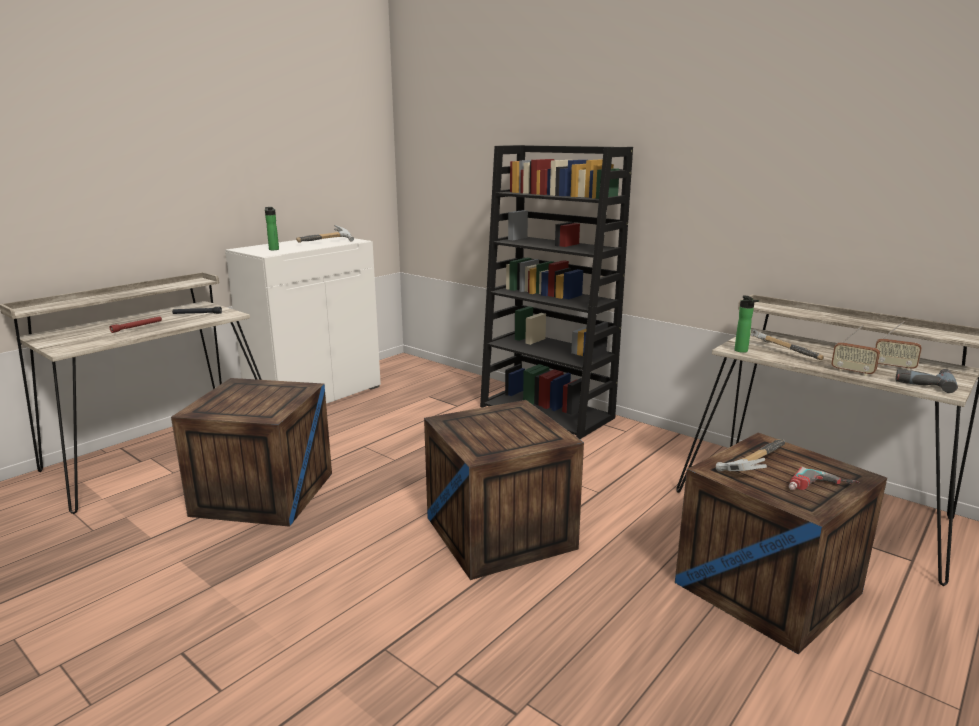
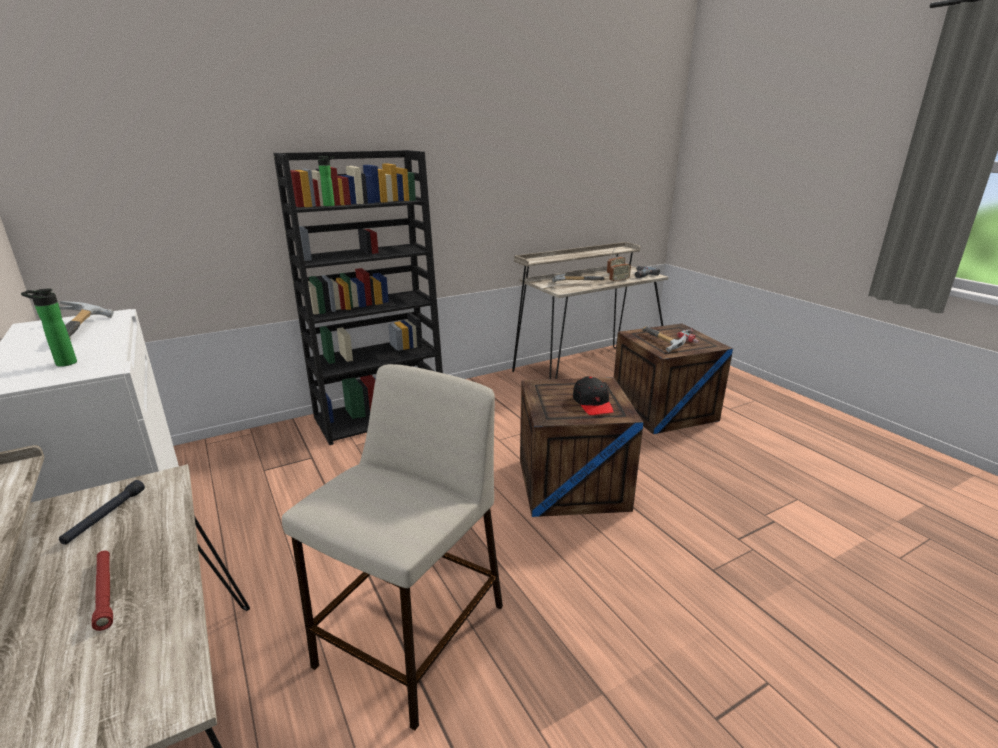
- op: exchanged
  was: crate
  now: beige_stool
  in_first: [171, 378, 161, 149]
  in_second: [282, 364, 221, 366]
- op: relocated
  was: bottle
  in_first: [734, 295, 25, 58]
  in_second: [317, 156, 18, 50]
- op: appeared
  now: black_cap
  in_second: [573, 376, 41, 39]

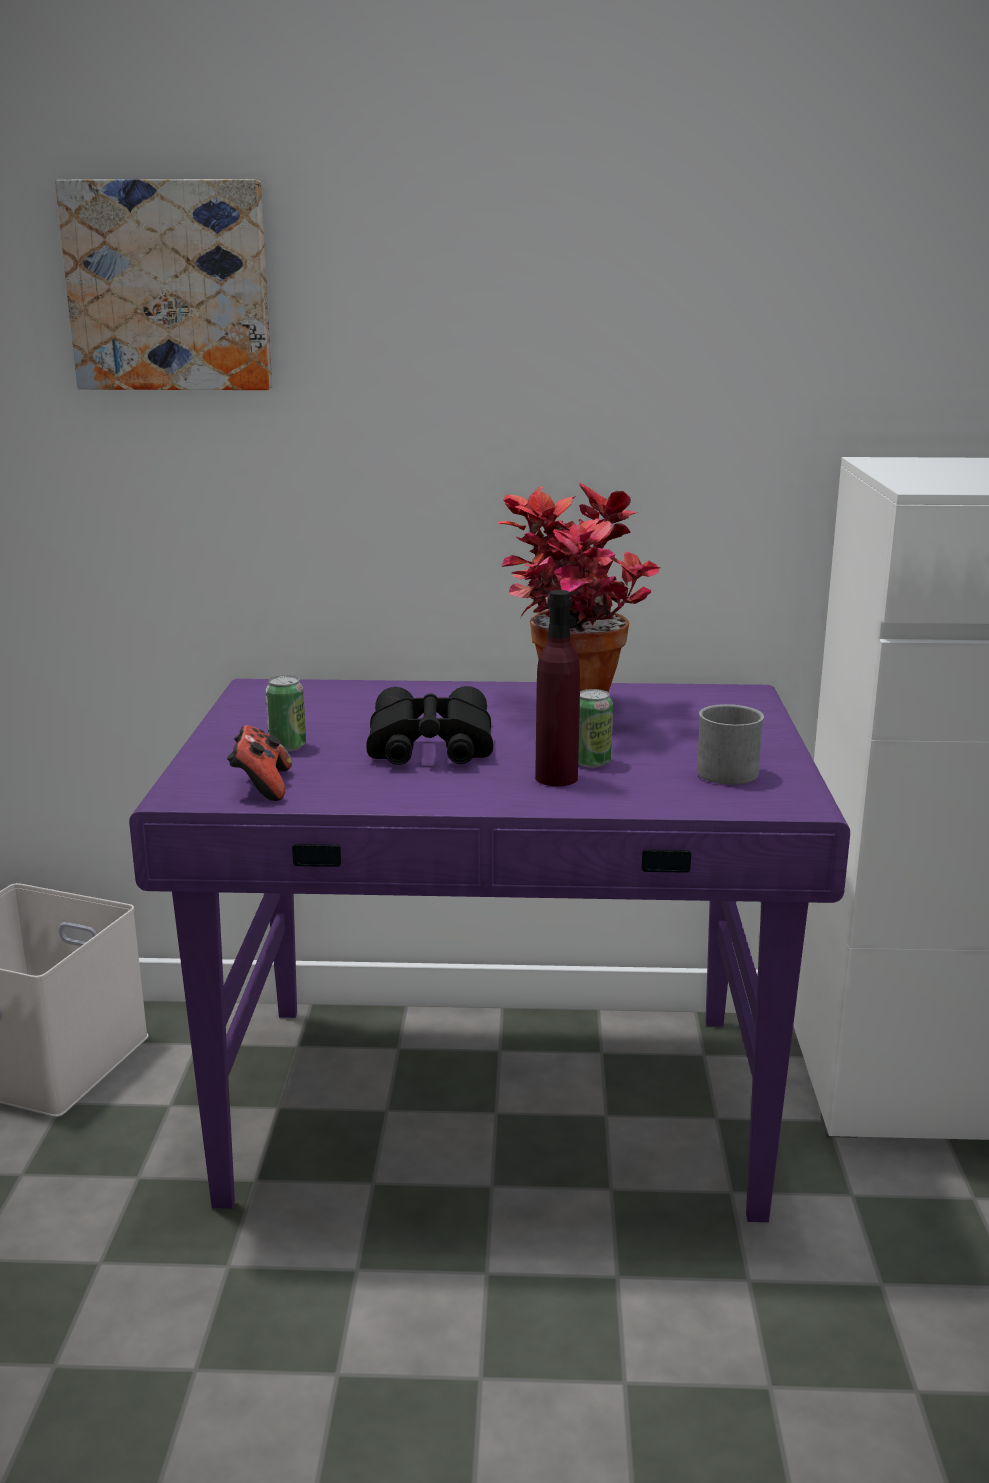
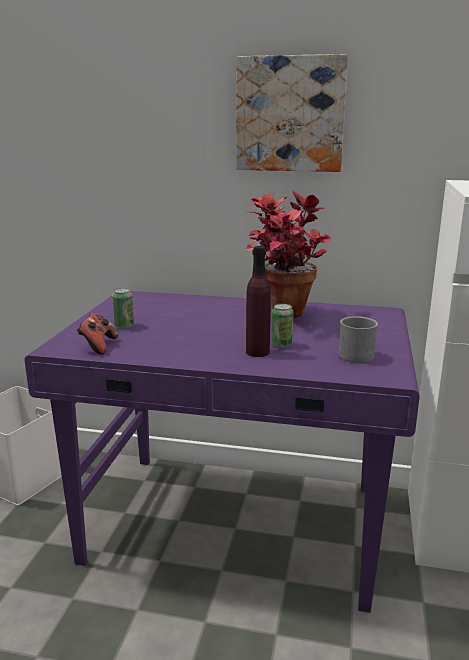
- op: relocated
  was: picture
  in_first: [55, 179, 218, 211]
  in_second: [236, 54, 112, 118]
- op: missing
  was: black_binoculars
  in_first: [366, 686, 127, 79]

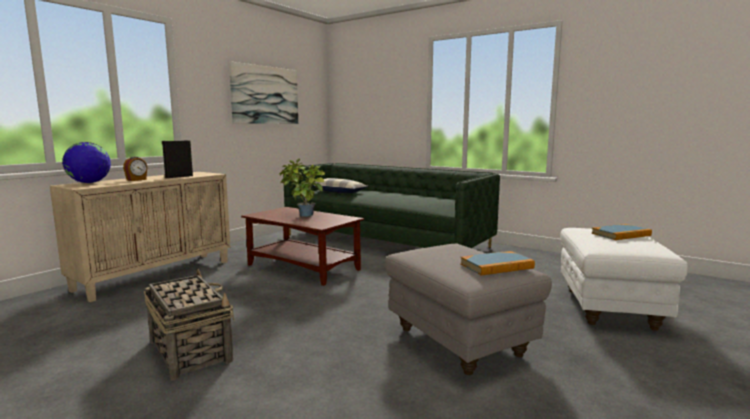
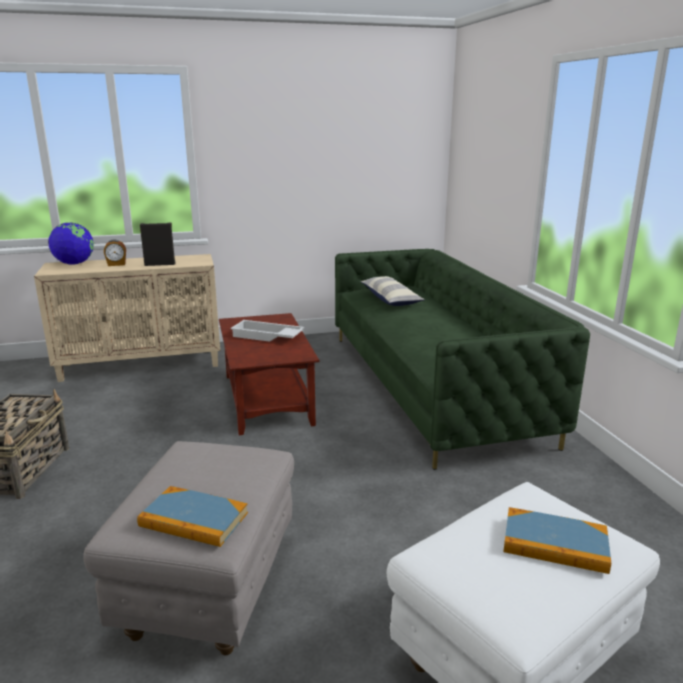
- op: exchanged
  was: potted_plant
  now: white_tray
  in_first: [280, 159, 45, 58]
  in_second: [230, 320, 75, 22]
- op: missing
  was: picture
  in_first: [229, 62, 69, 62]

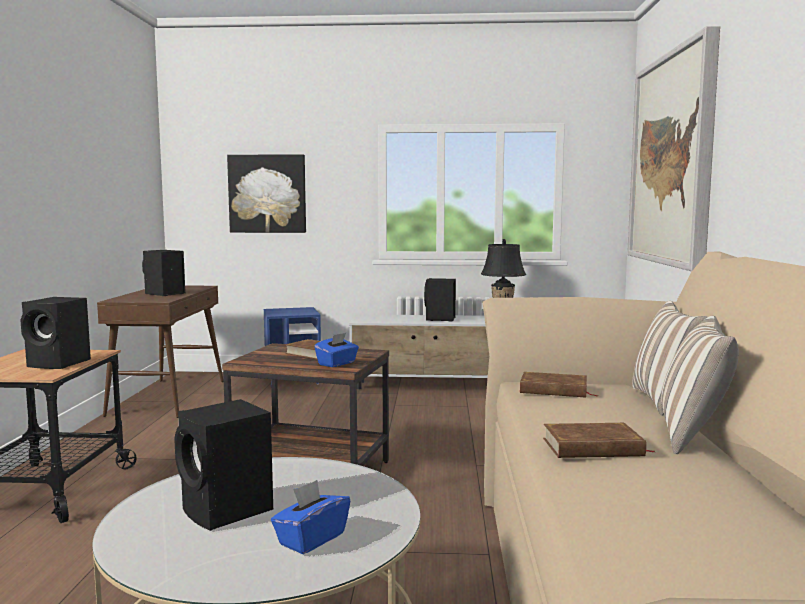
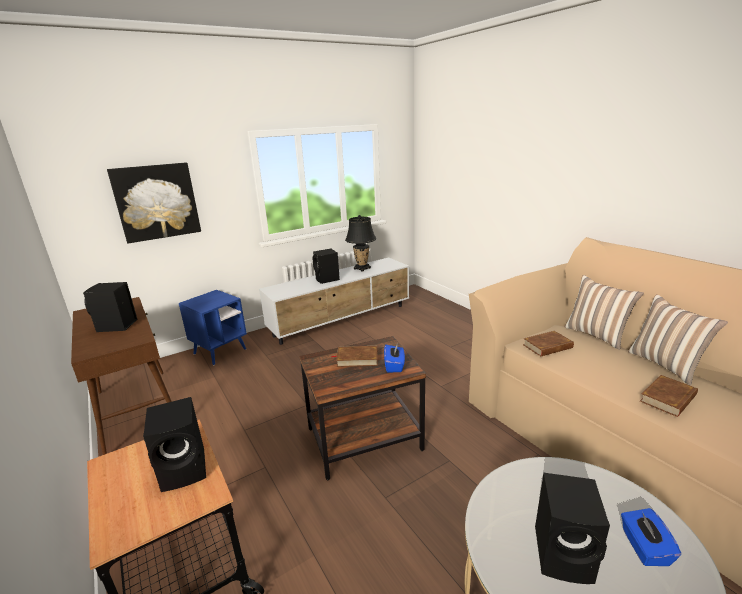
- op: missing
  was: picture
  in_first: [627, 26, 93, 245]

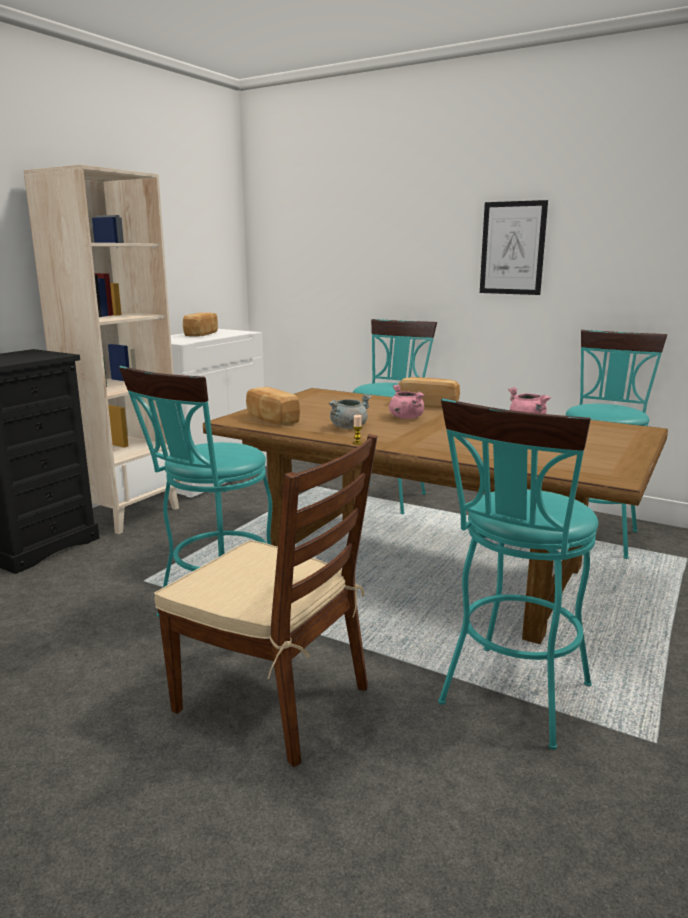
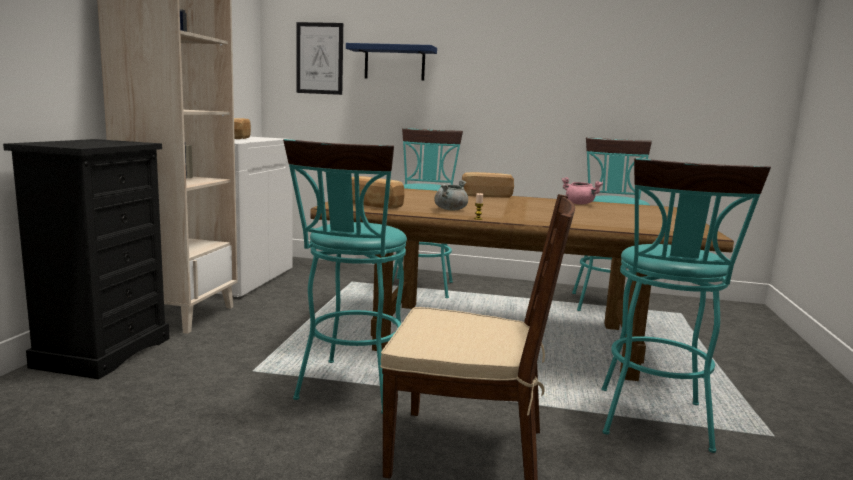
- op: relocated
  was: picture
  in_first: [480, 200, 68, 95]
  in_second: [297, 22, 46, 73]
- op: appeared
  now: blue_shelf
  in_second: [346, 43, 91, 38]
- op: missing
  was: pink_cooking_pot
  in_first: [389, 385, 36, 34]

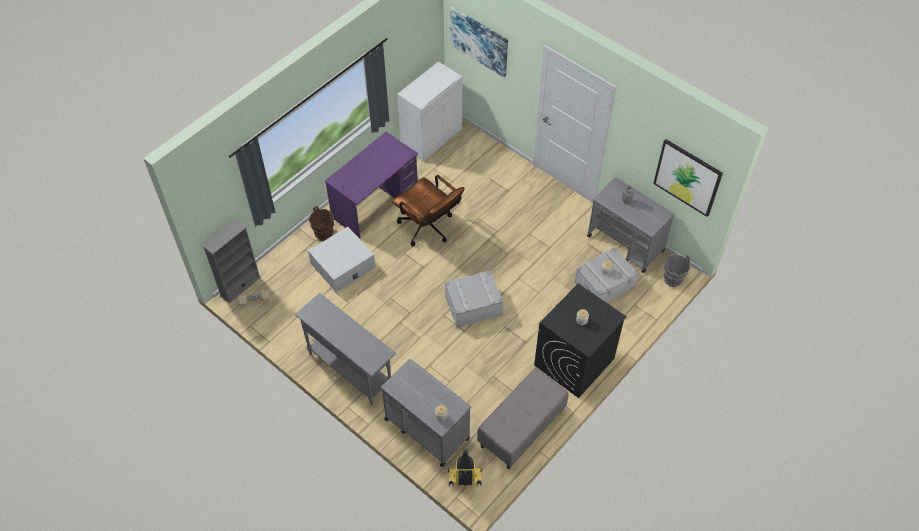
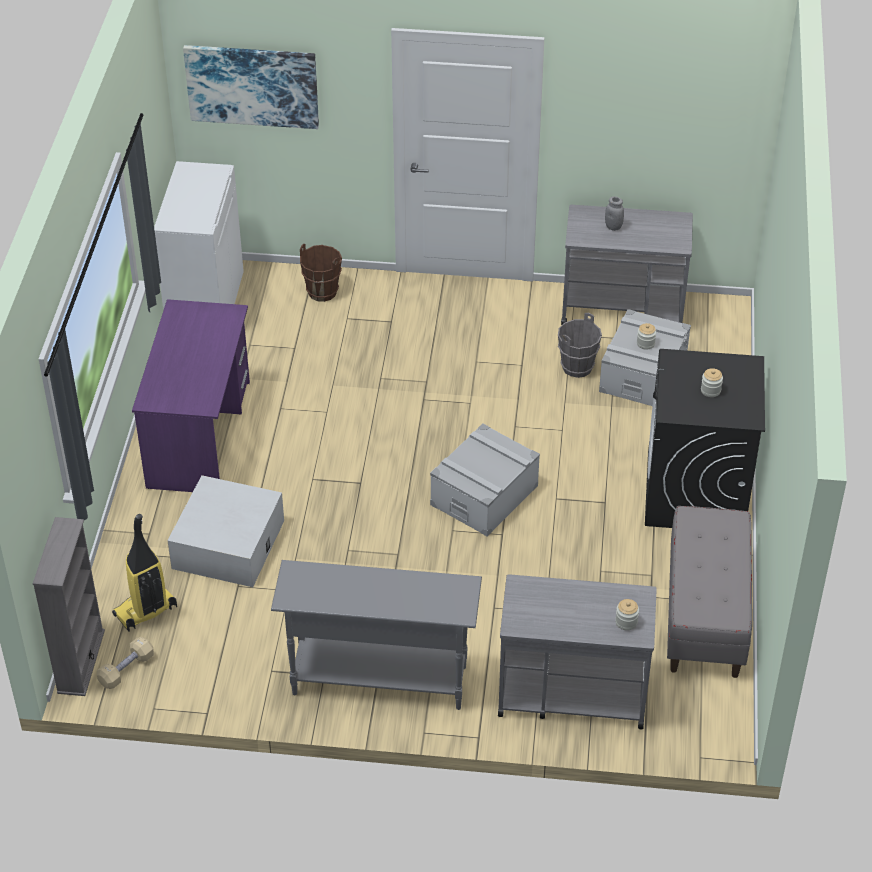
- op: relocated
  was: vacuum_cleaner
  in_first: [448, 449, 34, 38]
  in_second: [112, 514, 65, 118]
- op: relocated
  was: brown_bucket
  in_first: [309, 206, 25, 35]
  in_second: [300, 244, 42, 58]
- op: relocated
  was: grey_bucket
  in_first: [664, 255, 27, 32]
  in_second: [558, 313, 44, 65]
- op: missing
  was: brown_office_chair
  in_first: [392, 175, 73, 71]
- op: missing
  was: picture
  in_first: [653, 139, 70, 78]

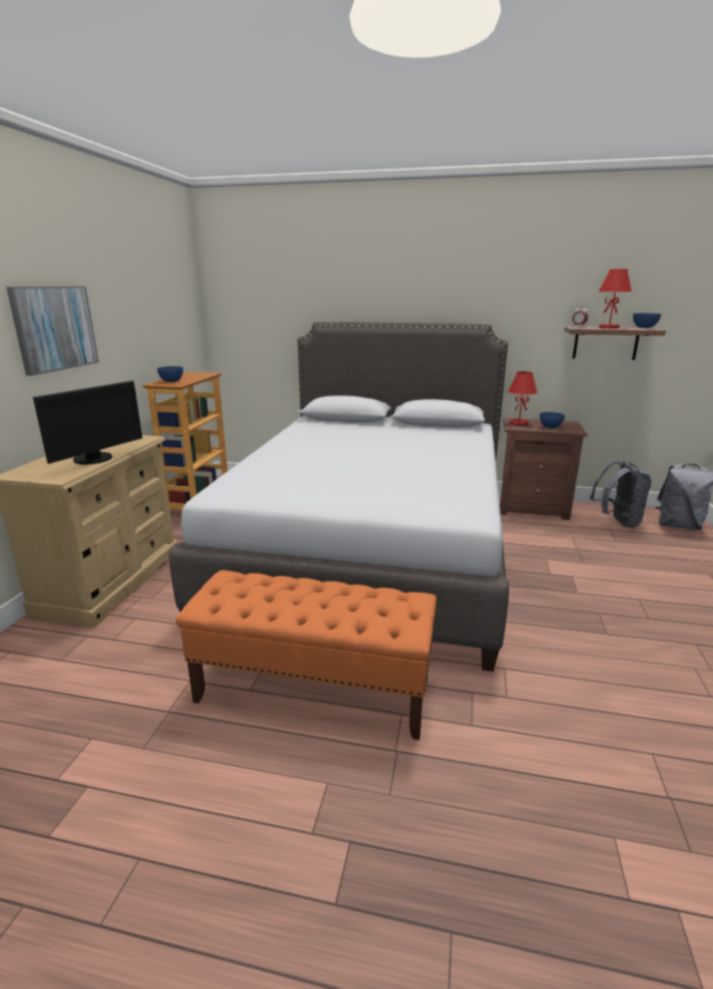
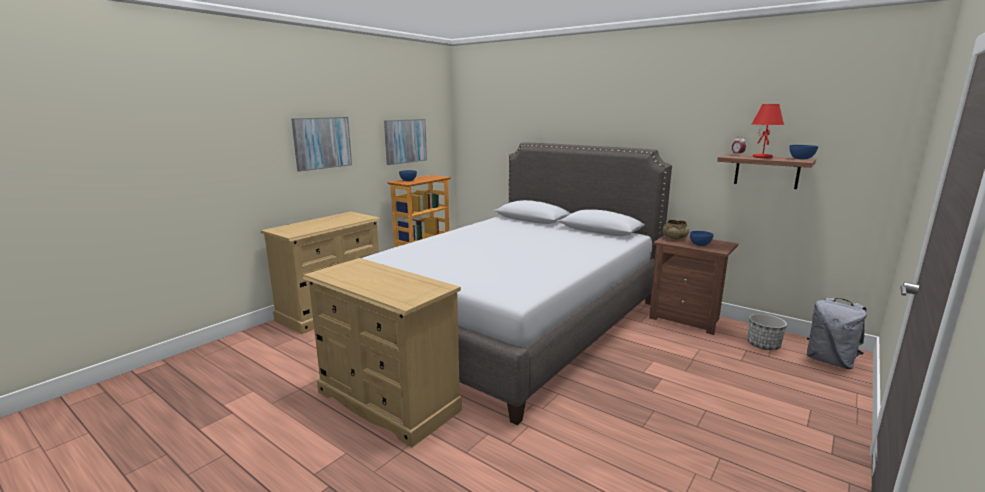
- op: exchanged
  was: orange_bench
  now: beige_dresser
  in_first: [176, 570, 261, 170]
  in_second: [303, 258, 159, 189]
- op: appeared
  now: picture
  in_second: [384, 119, 43, 46]
- op: exchanged
  was: red_table_lamp
  now: beige_bowl
  in_first: [508, 371, 30, 54]
  in_second: [663, 220, 26, 20]
- op: exchanged
  was: grey_backpack
  now: planter
  in_first: [590, 461, 61, 67]
  in_second: [747, 314, 40, 36]
- op: missing
  was: monitor
  in_first: [33, 380, 109, 85]

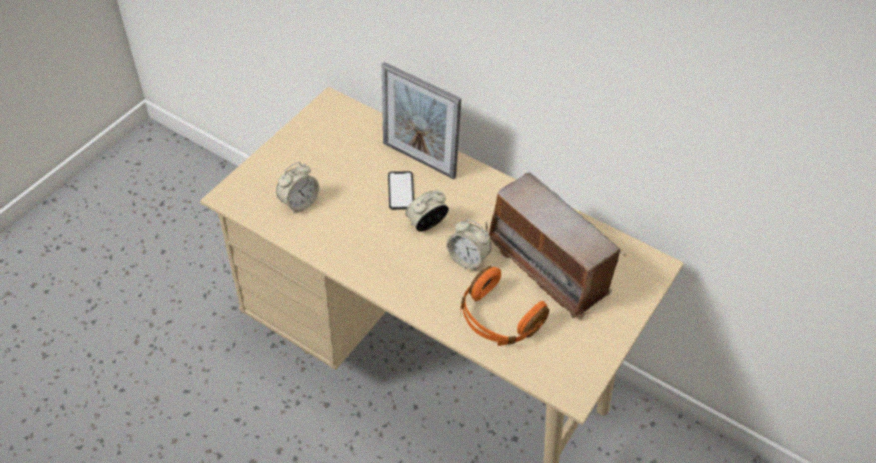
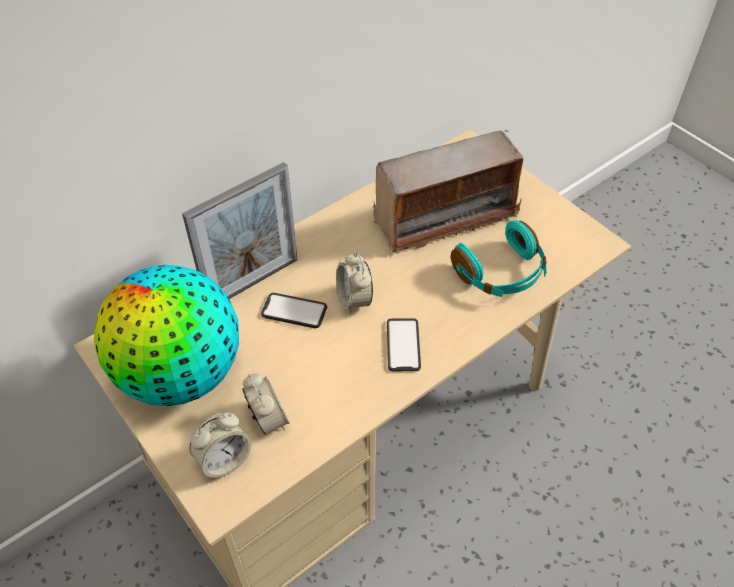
- op: appeared
  now: globe
  in_second: [94, 265, 145, 141]
- op: relocated
  was: alarm_clock
  in_first: [447, 219, 44, 51]
  in_second: [189, 412, 62, 67]
- op: appeared
  now: phone
  in_second: [387, 318, 34, 53]
- op: colour
  was: orange_headphones
  now: turquoise_headphones
  in_first: [460, 266, 89, 80]
  in_second: [451, 220, 96, 77]

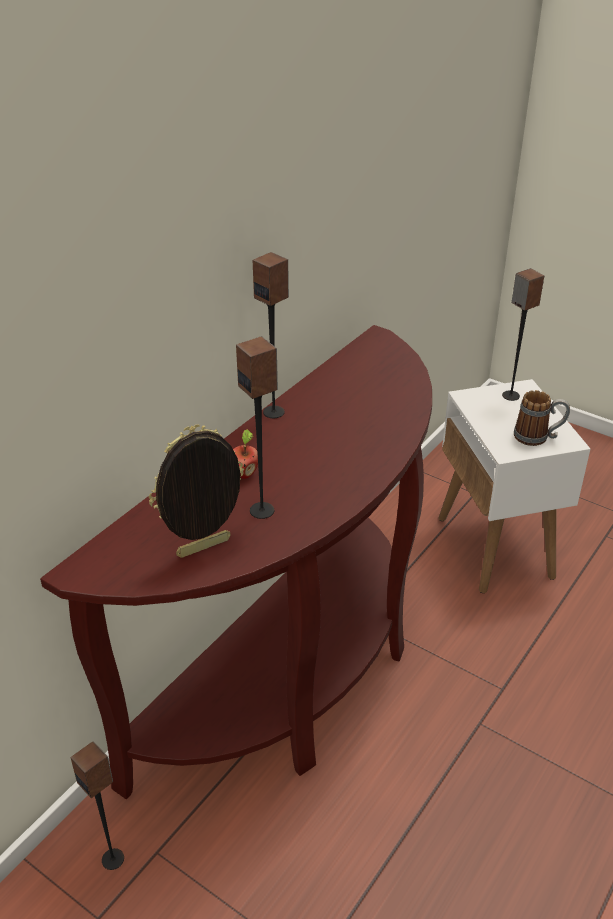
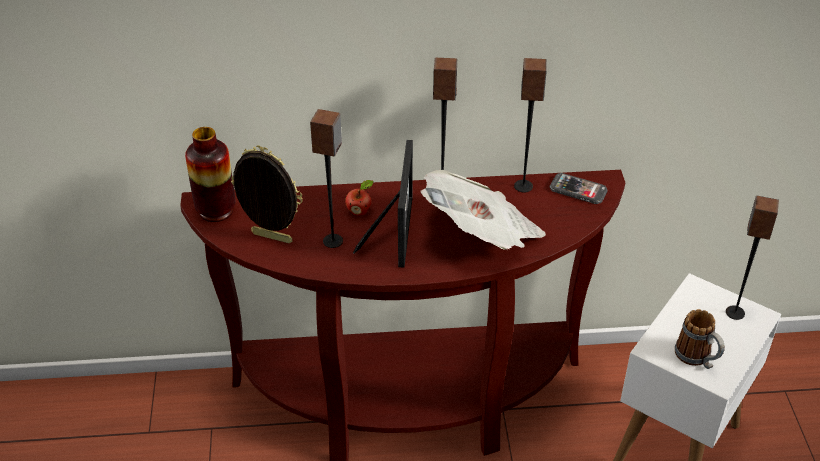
- op: appeared
  now: vase
  in_second: [185, 127, 50, 95]
- op: appeared
  now: picture_frame
  in_second: [353, 140, 60, 128]
- op: appeared
  now: newspaper
  in_second: [420, 170, 126, 80]
- op: relocated
  was: speaker
  in_first: [71, 741, 53, 129]
  in_second: [514, 58, 33, 135]
- op: appeared
  now: phone
  in_second: [550, 173, 58, 31]

